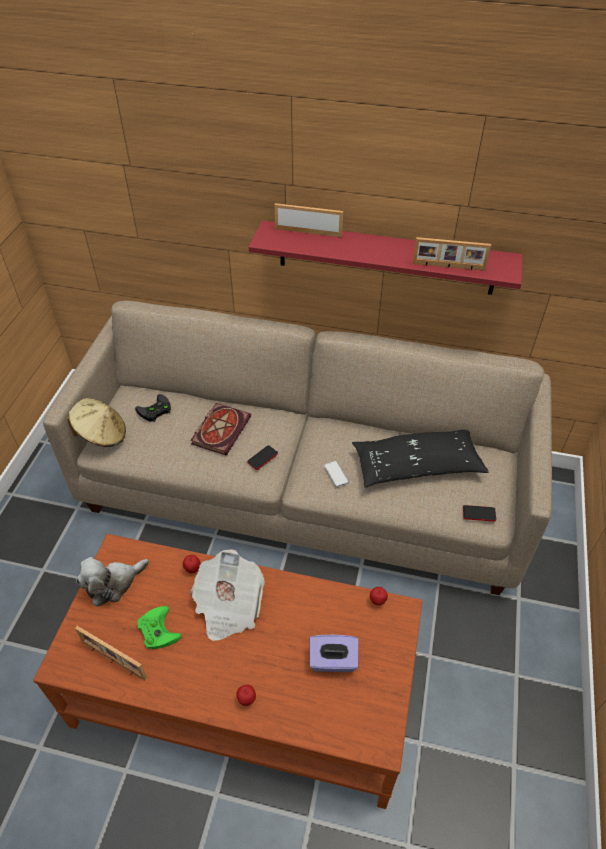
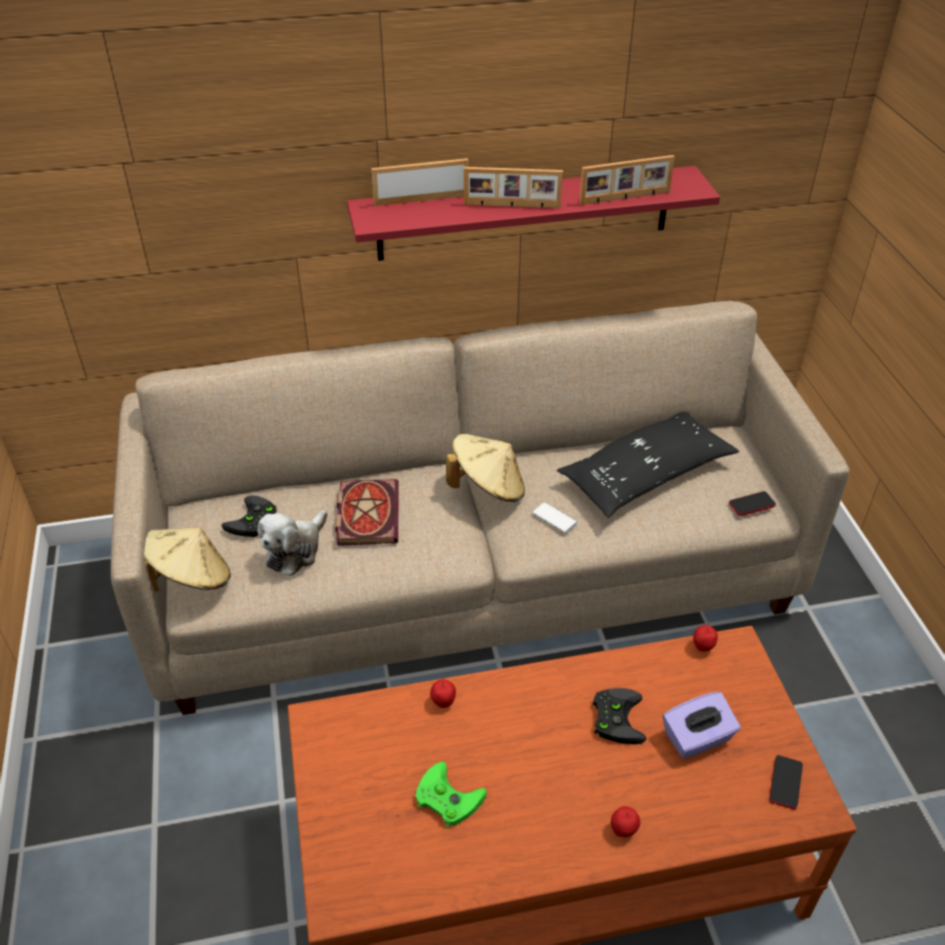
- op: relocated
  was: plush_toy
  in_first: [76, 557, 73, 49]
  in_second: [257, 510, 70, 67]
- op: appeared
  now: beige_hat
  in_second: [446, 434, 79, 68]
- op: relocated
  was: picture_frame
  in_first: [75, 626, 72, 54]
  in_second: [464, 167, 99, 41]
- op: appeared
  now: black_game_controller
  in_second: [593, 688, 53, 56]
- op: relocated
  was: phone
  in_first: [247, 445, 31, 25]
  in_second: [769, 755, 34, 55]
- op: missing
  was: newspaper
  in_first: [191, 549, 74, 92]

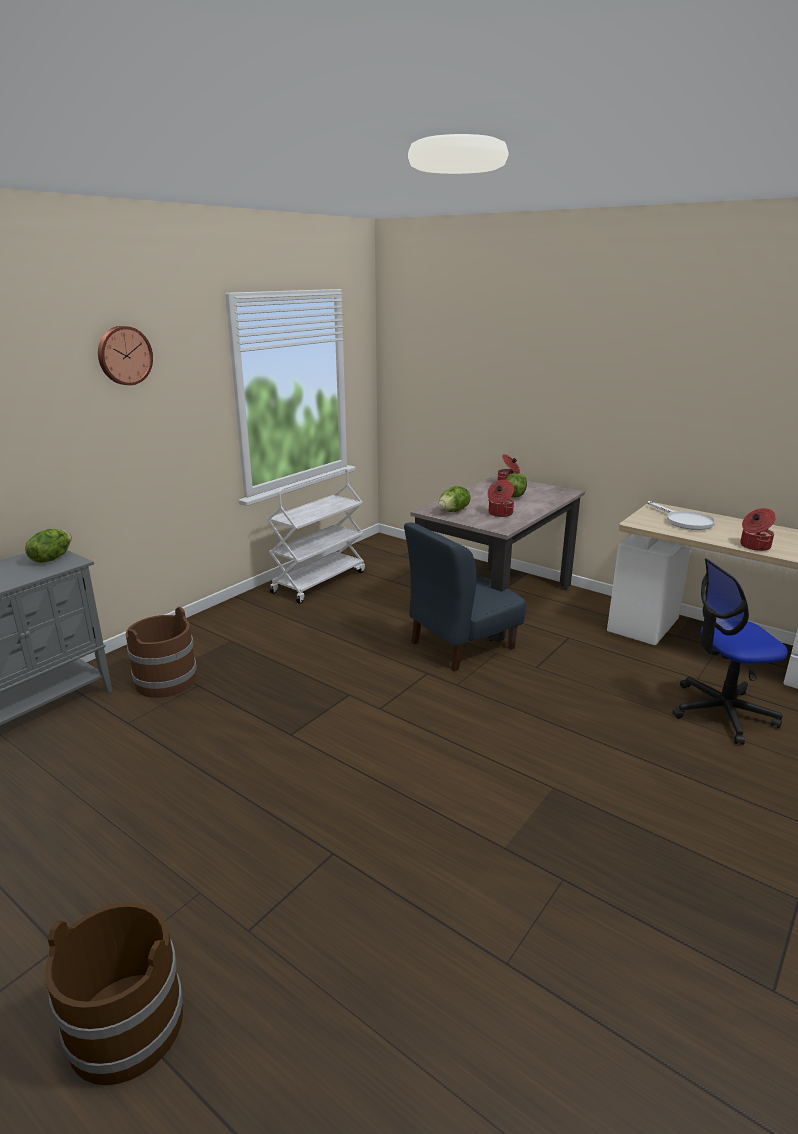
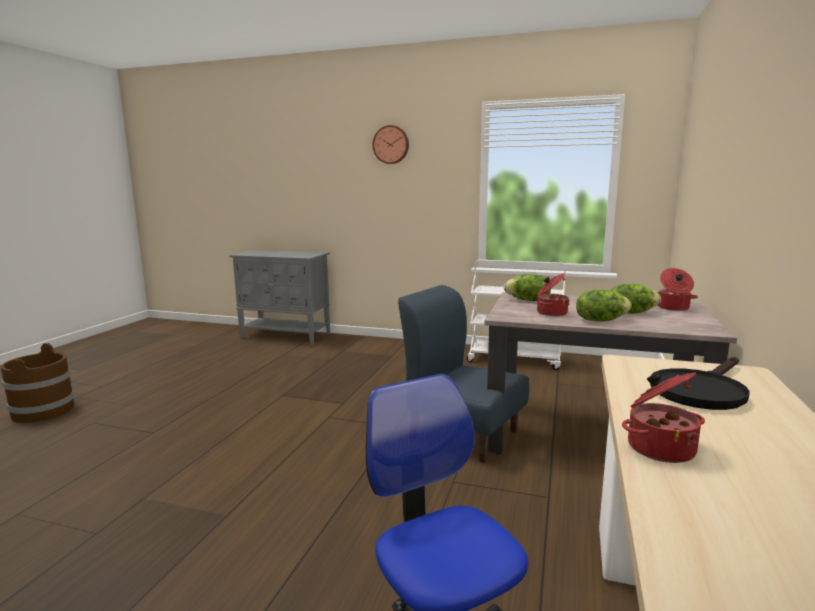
- op: relocated
  was: lettuce
  in_first: [25, 529, 47, 34]
  in_second: [576, 290, 56, 32]
- op: colour
  was: white_frying_pan
  now: black_frying_pan
  in_first: [647, 501, 68, 29]
  in_second: [650, 357, 100, 53]
- op: missing
  was: brown_bucket
  in_first: [126, 607, 71, 91]

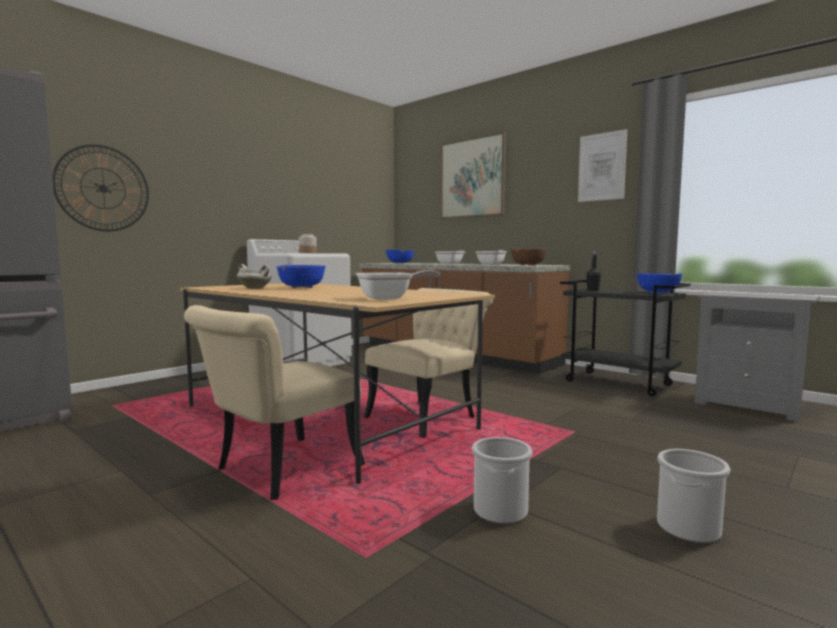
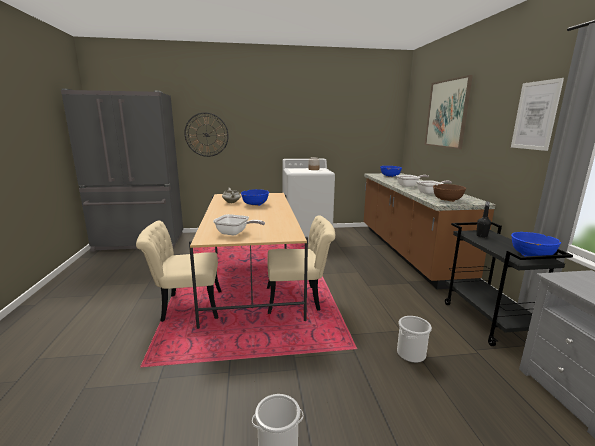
- op: relocated
  was: bucket
  in_first: [472, 437, 61, 87]
  in_second: [397, 316, 35, 47]

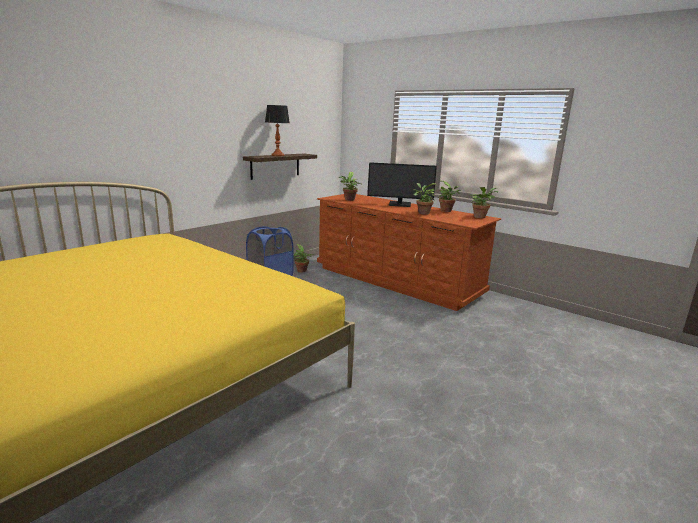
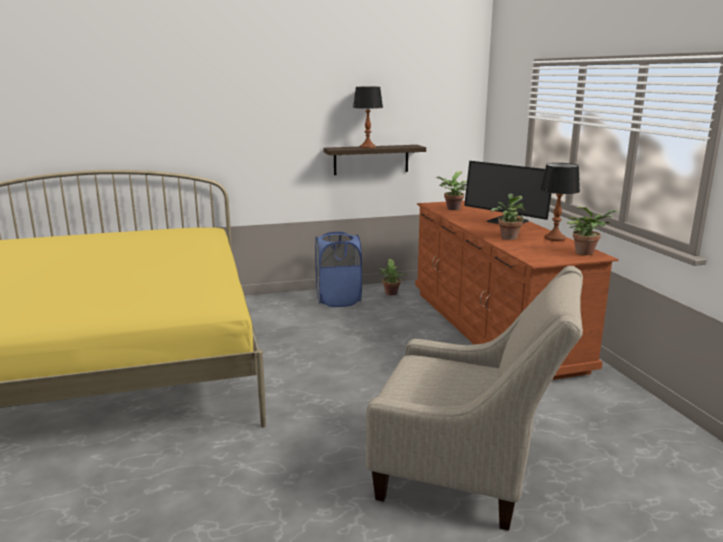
- op: appeared
  now: beige_armchair
  in_second: [366, 266, 217, 265]
- op: exchanged
  was: potted_plant
  now: table_lamp
  in_first: [438, 181, 23, 31]
  in_second: [540, 163, 40, 78]

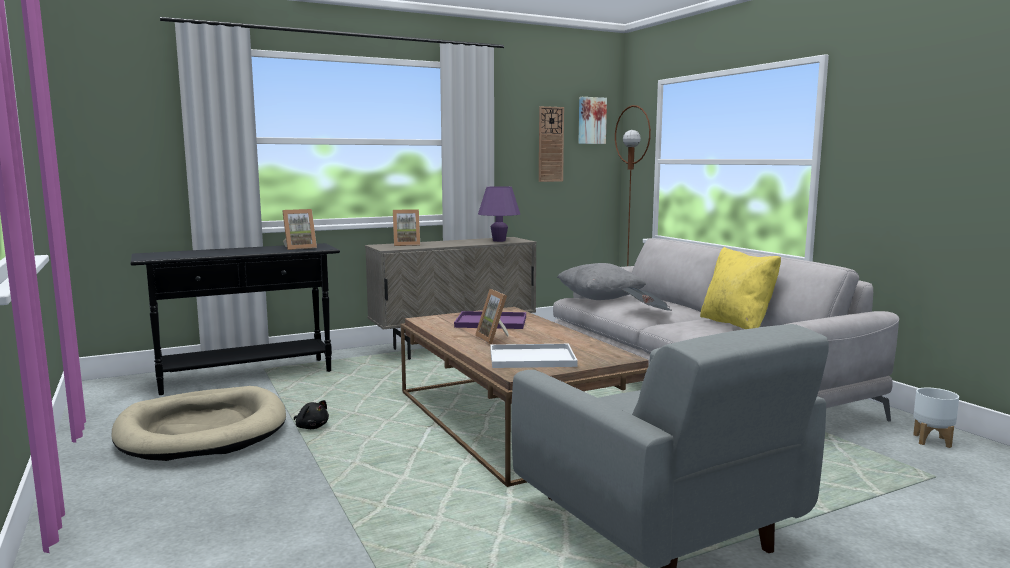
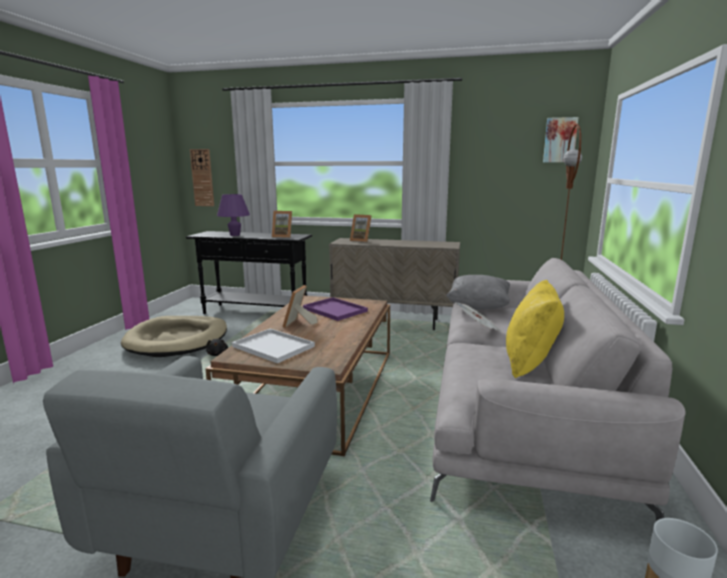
- op: relocated
  was: wall_clock
  in_first: [539, 106, 25, 76]
  in_second: [190, 149, 24, 57]
- op: relocated
  was: purple_table_lamp
  in_first: [478, 186, 42, 56]
  in_second: [217, 194, 33, 42]

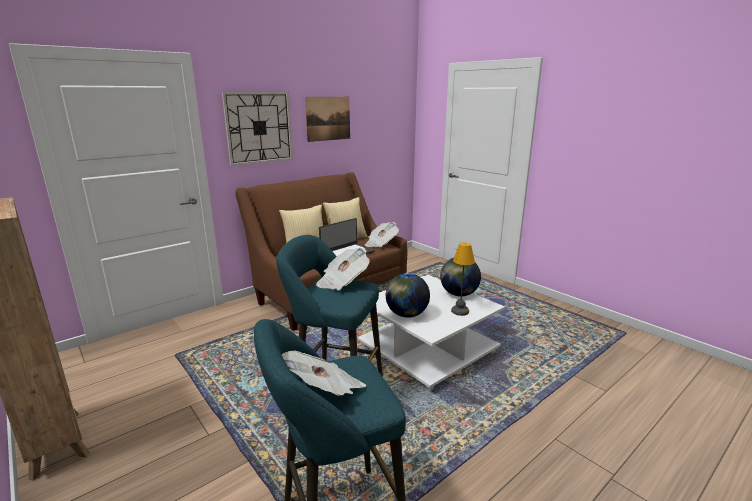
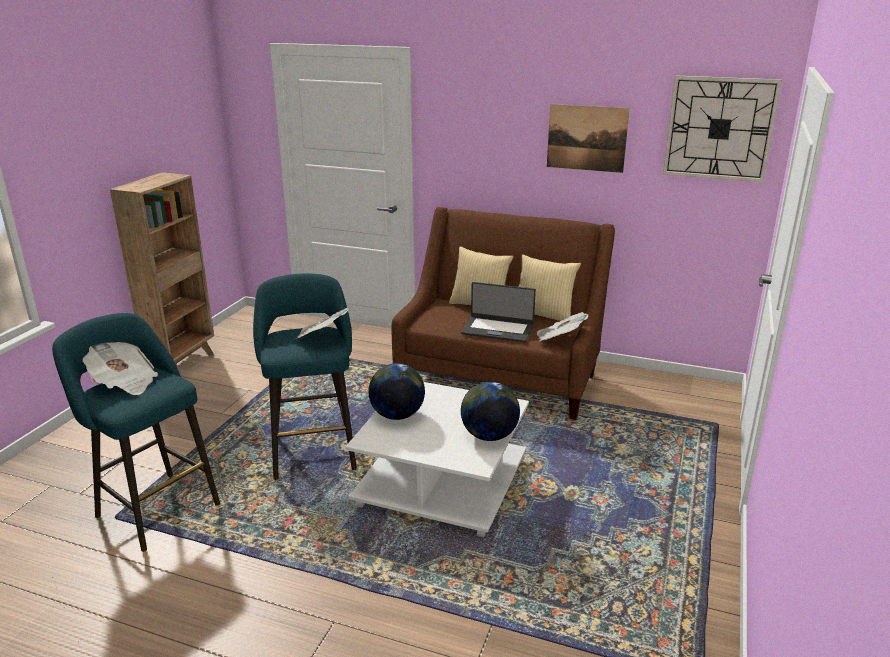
- op: relocated
  was: wall_clock
  in_first: [222, 92, 71, 74]
  in_second: [663, 75, 119, 107]
- op: missing
  was: table_lamp
  in_first: [451, 242, 24, 74]

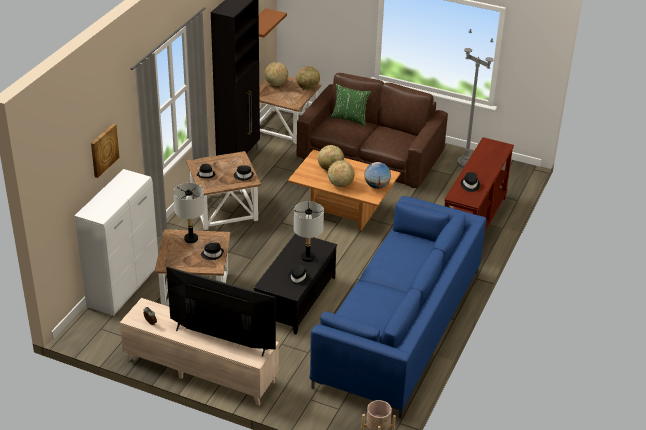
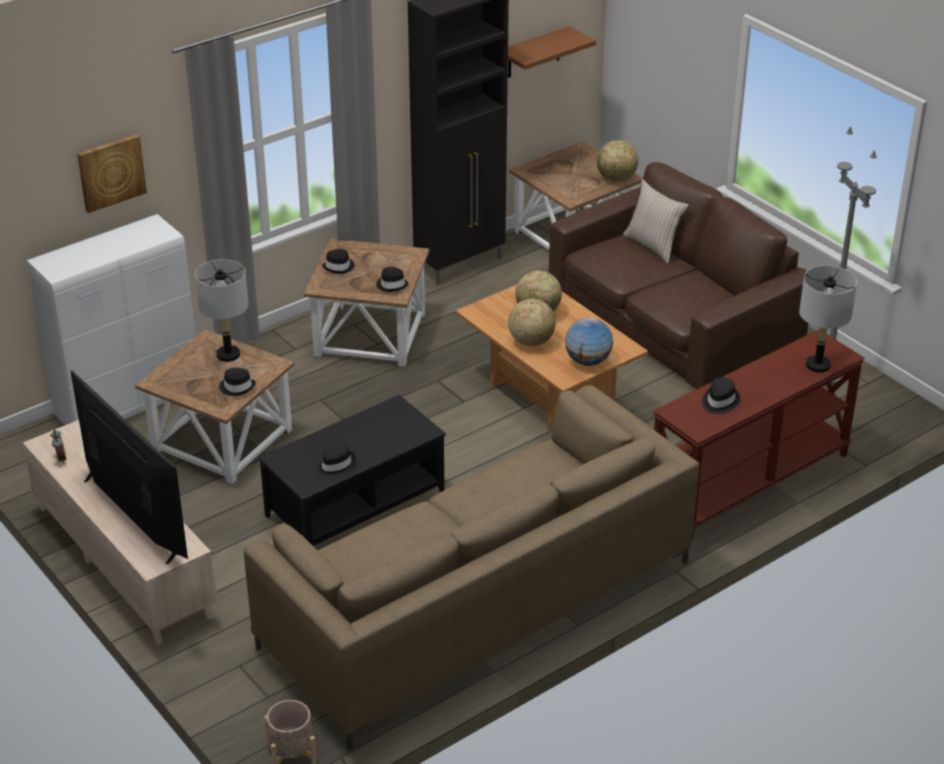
- op: colour
  was: blue_sofa
  now: brown_sofa
  in_first: [309, 196, 177, 222]
  in_second: [244, 385, 456, 365]
- op: colour
  was: green_pillow
  now: beige_pillow
  in_first: [331, 84, 40, 42]
  in_second: [623, 179, 66, 85]
- op: relocated
  was: grey_table_lamp
  in_first: [294, 201, 30, 61]
  in_second: [799, 265, 58, 108]
- op: missing
  was: globe
  in_first: [265, 62, 23, 24]

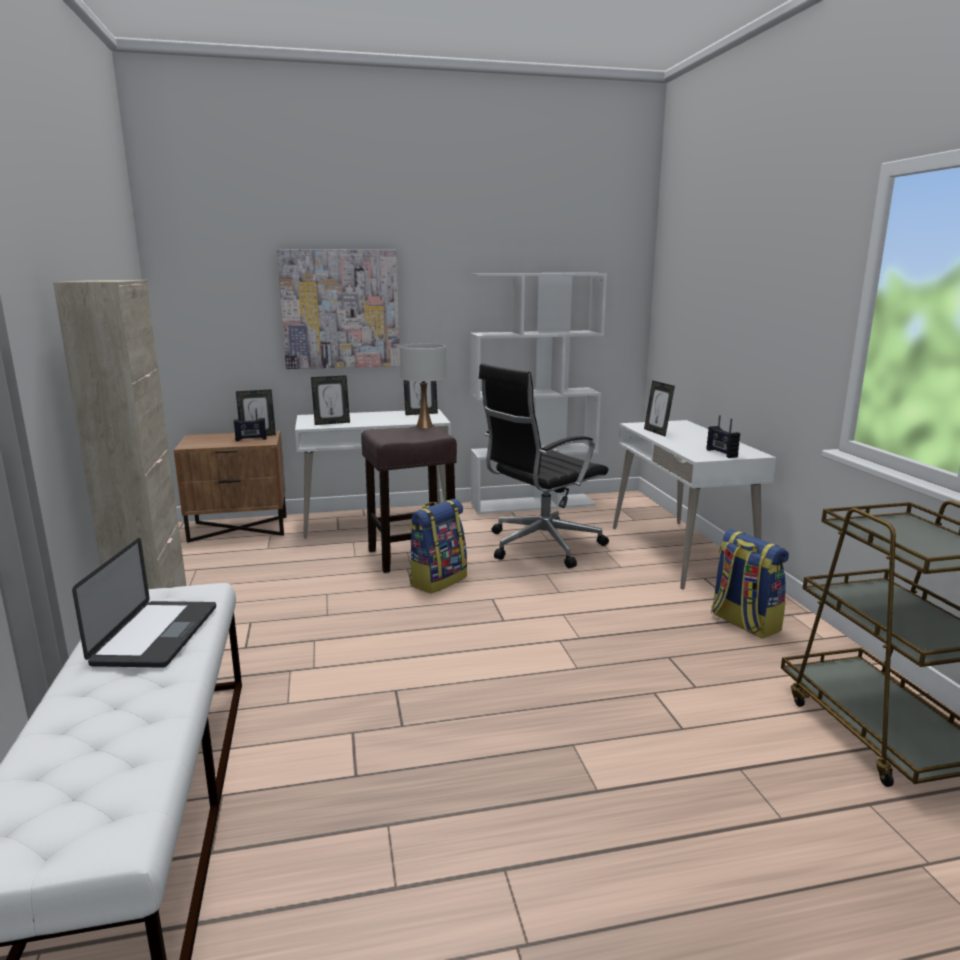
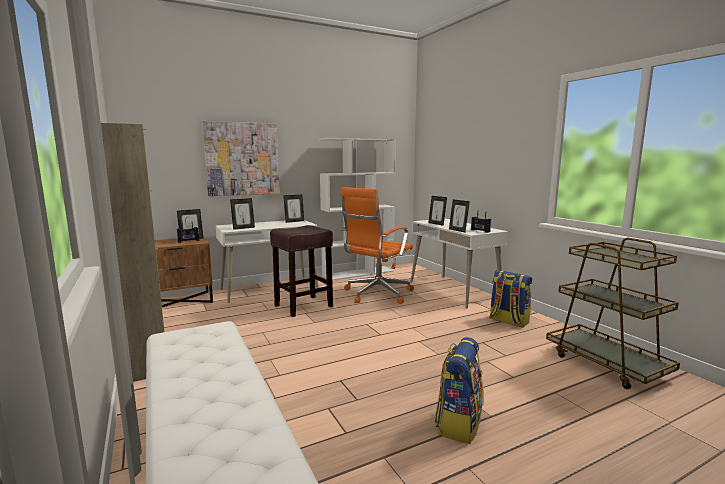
- op: colour
  was: black_office_chair
  now: orange_office_chair
  in_first: [479, 364, 130, 204]
  in_second: [340, 187, 74, 117]
- op: relocated
  was: backpack
  in_first: [409, 499, 58, 94]
  in_second: [434, 337, 50, 107]
- op: appeared
  now: picture_frame
  in_second: [449, 199, 21, 33]
- op: missing
  was: laptop
  in_first: [72, 538, 144, 130]
- op: missing
  was: white_table_lamp
  in_first: [400, 344, 46, 84]

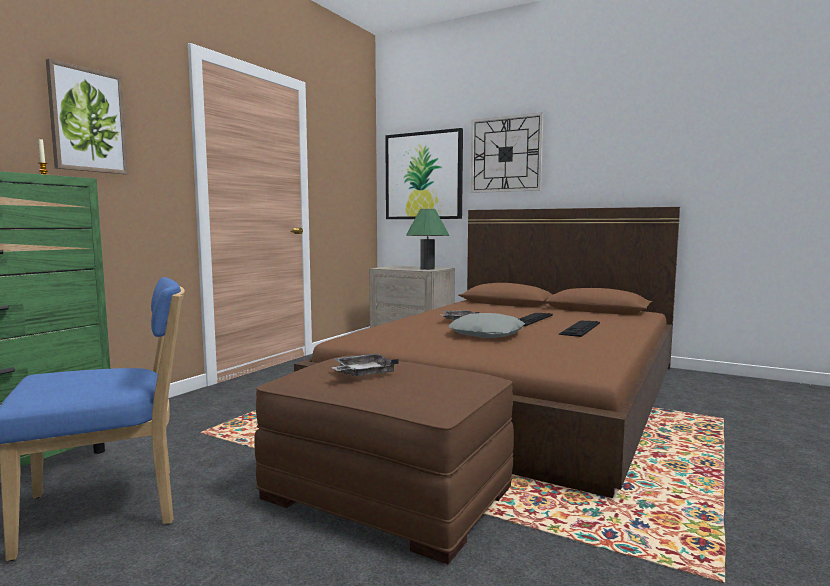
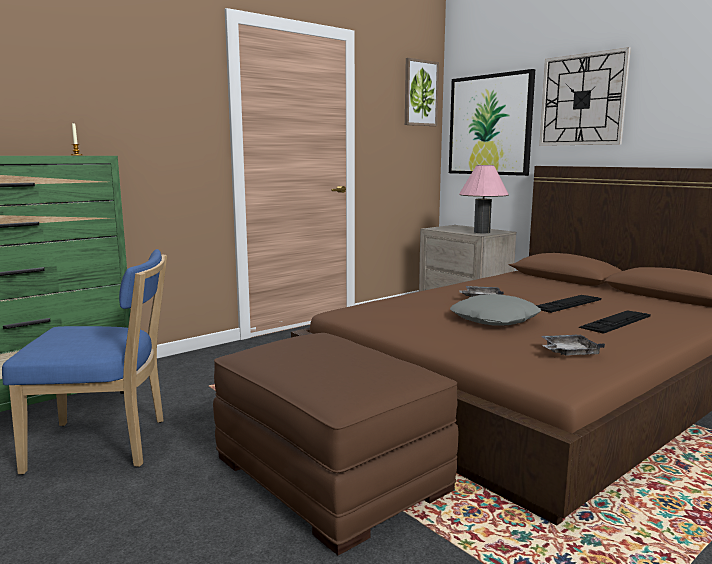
- op: relocated
  was: picture
  in_first: [46, 59, 82, 115]
  in_second: [405, 58, 34, 68]
- op: colour
  was: green_table_lamp
  now: pink_table_lamp
  in_first: [406, 209, 43, 61]
  in_second: [459, 165, 50, 68]
- op: relocated
  was: grey_tray
  in_first: [332, 354, 67, 22]
  in_second: [541, 335, 64, 20]

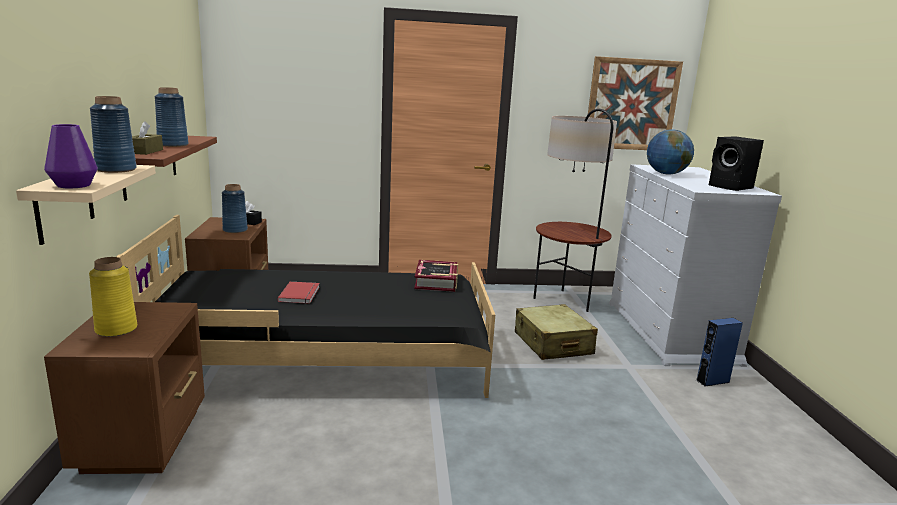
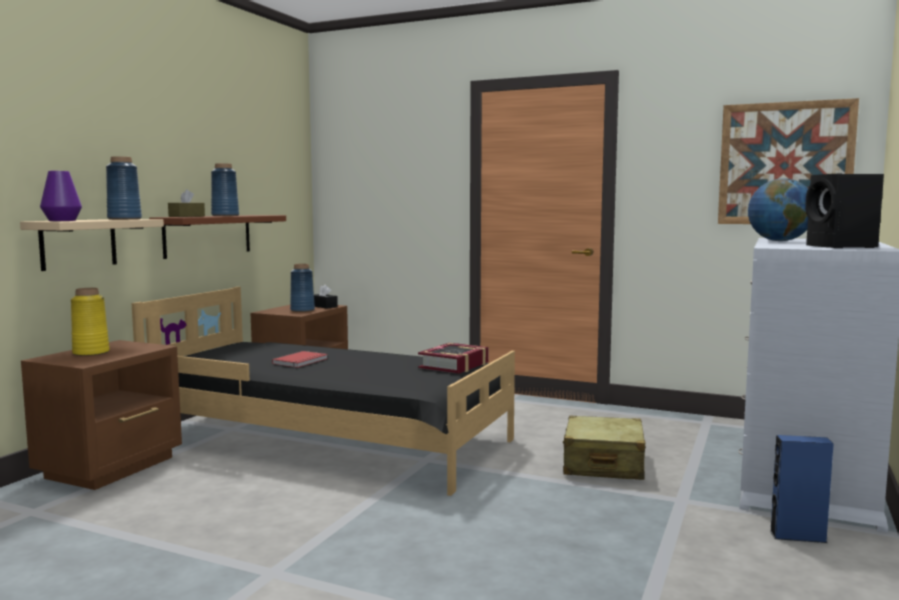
- op: missing
  was: floor_lamp
  in_first: [533, 109, 84, 203]

